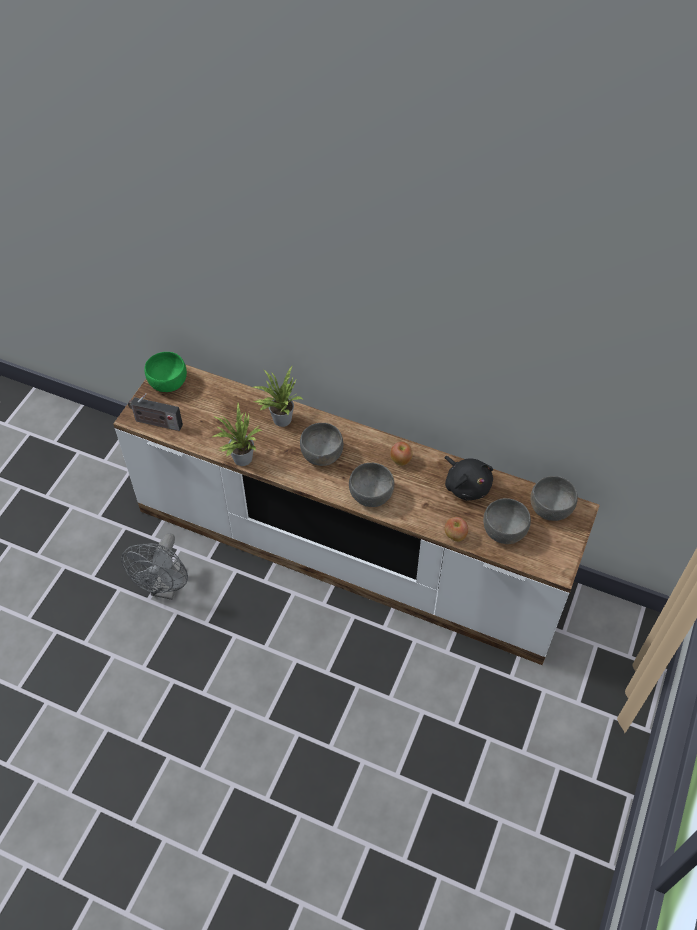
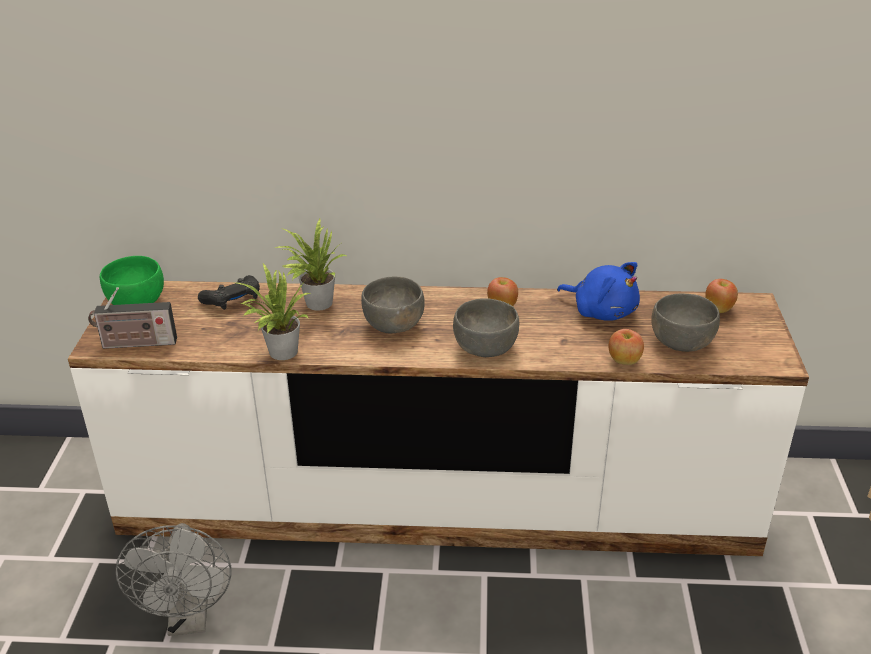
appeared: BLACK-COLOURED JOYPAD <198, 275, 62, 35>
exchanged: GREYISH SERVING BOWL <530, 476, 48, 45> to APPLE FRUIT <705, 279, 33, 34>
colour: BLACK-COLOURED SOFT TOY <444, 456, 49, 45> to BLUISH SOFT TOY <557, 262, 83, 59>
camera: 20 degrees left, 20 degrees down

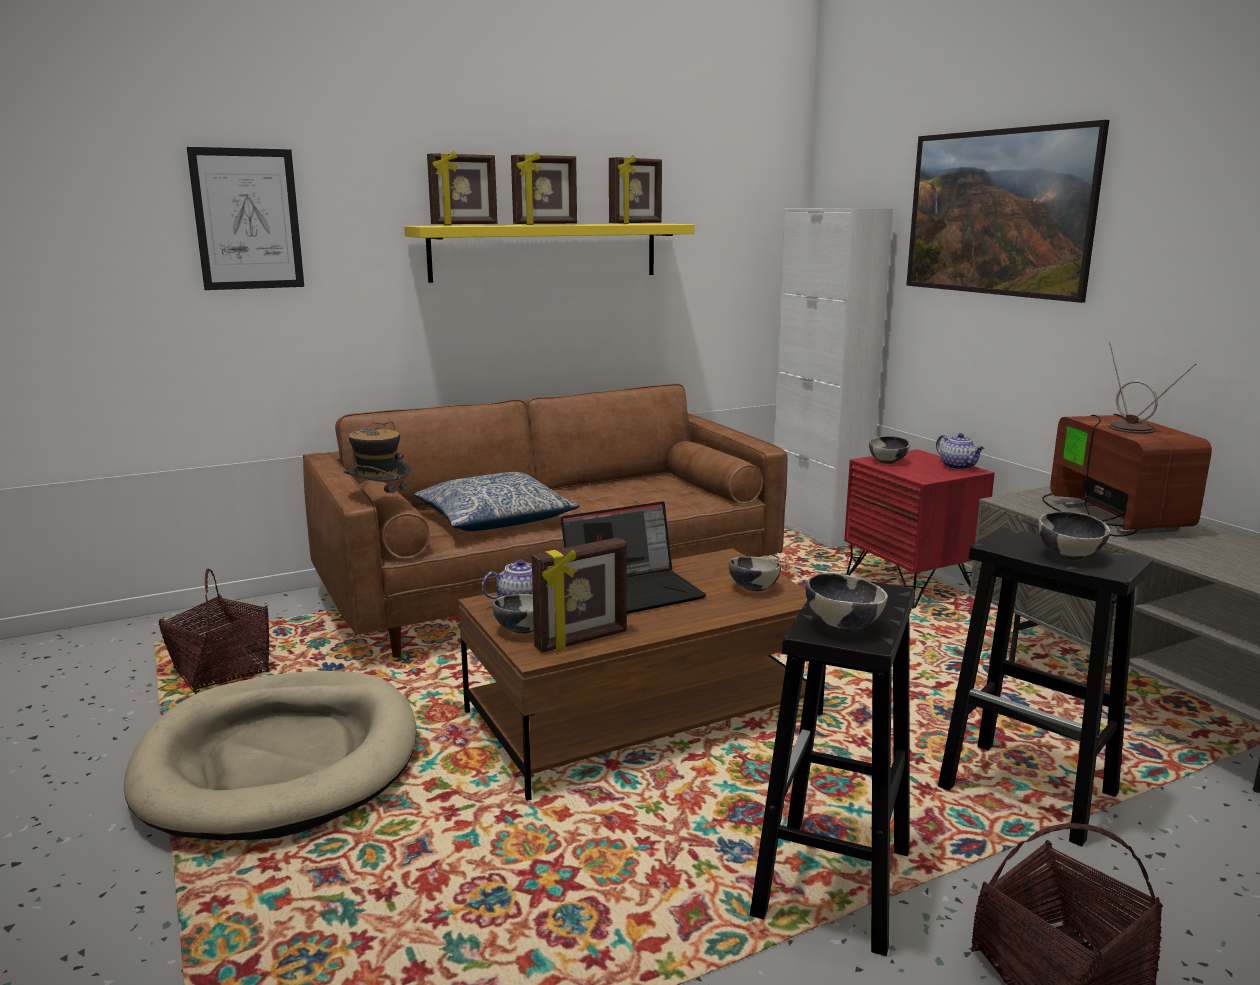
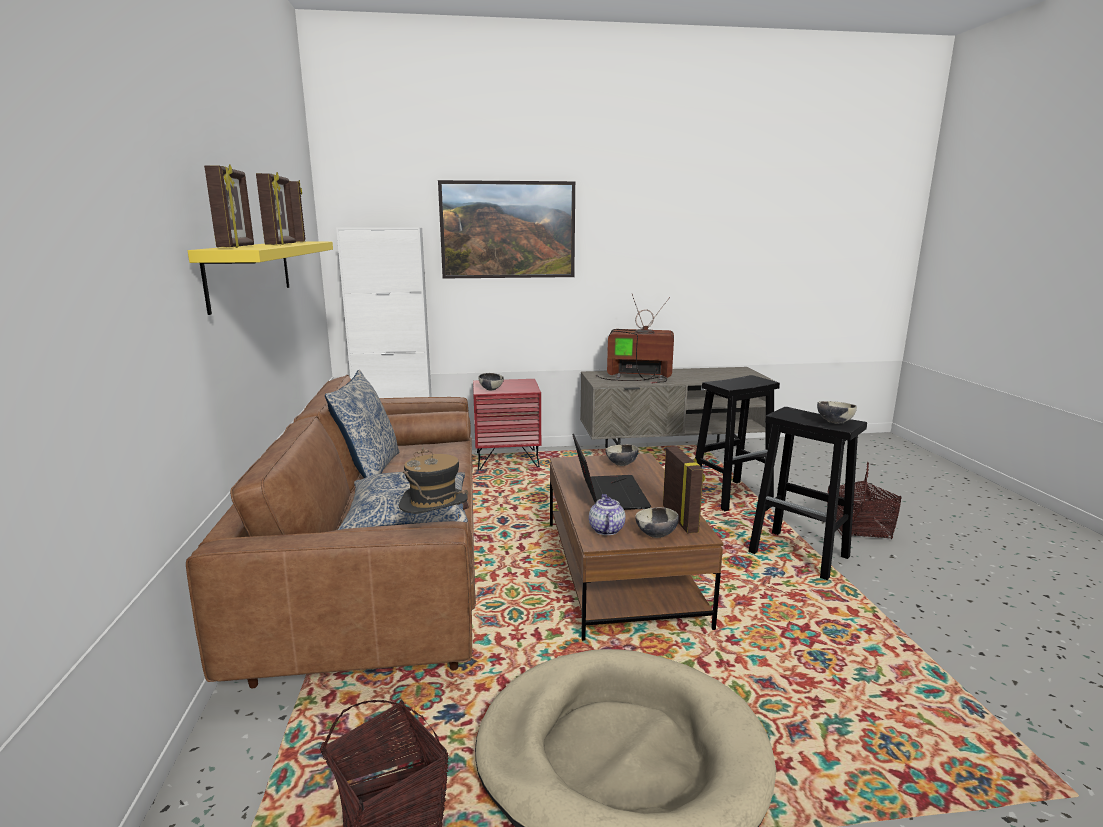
missing: WALL ART <187, 147, 117, 143>; POT FOR TEA <936, 433, 48, 37>; SERVING BOWL <1039, 511, 71, 49>
appeared: THROW PILLOW <325, 370, 74, 108>
camera: 70 degrees left, 0 degrees up

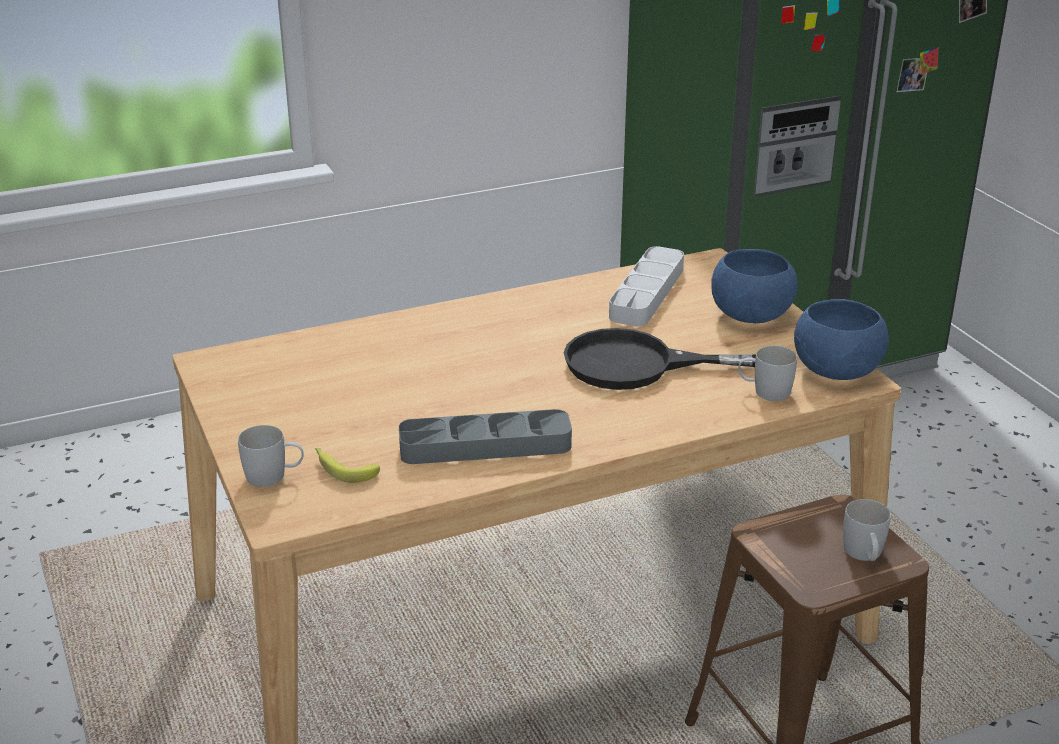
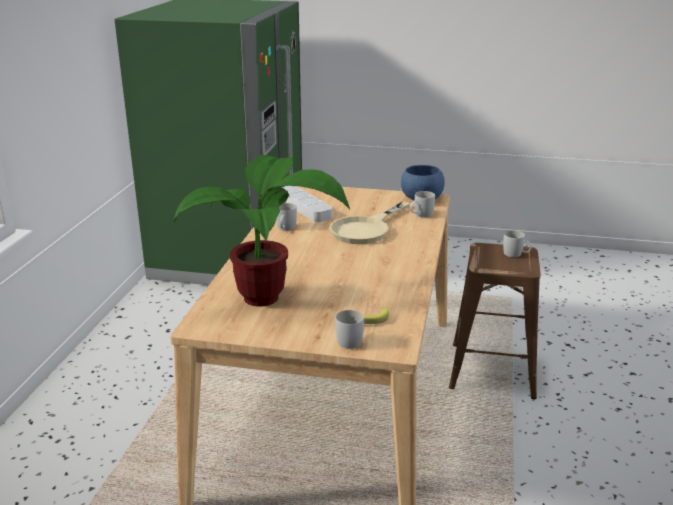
missing: GREYISH TRAY <399, 409, 173, 55>; BLUISH SERVING BOWL <711, 249, 87, 74>
appeared: POTTED PLANT <174, 155, 176, 152>; WHITISH COFFEE MUG <276, 203, 21, 28>
colour: BLACK-COLOURED FRYING PAN <564, 328, 192, 62> to BEIGE-COLOURED FRYING PAN <329, 201, 81, 43>
camera: 55 degrees left, 5 degrees down

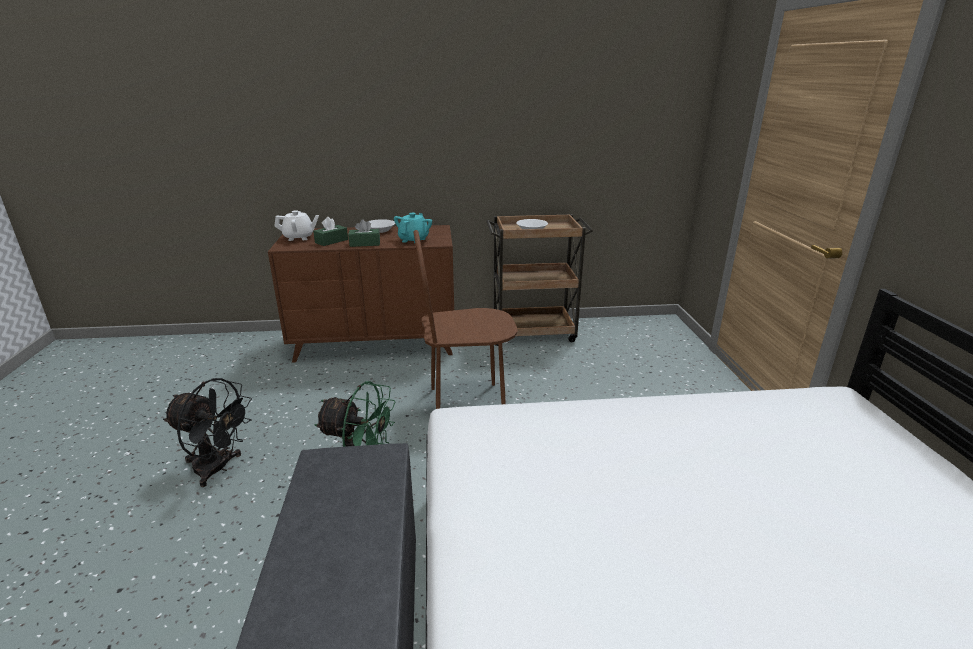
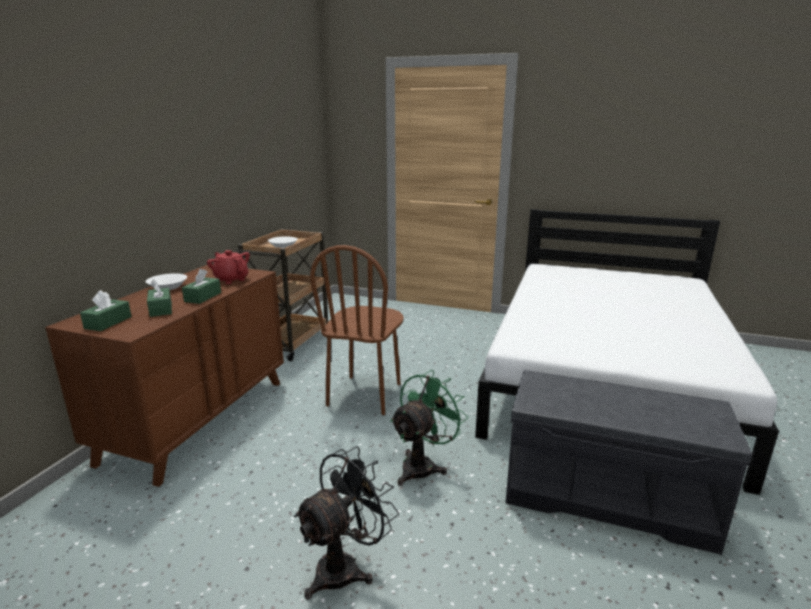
exchanged: WHITISH POT FOR TEA <274, 210, 45, 31> to GREEN BOX OF TISSUES <80, 290, 52, 41>
colour: TURQUOISE POT FOR TEA <394, 213, 38, 30> to RED POT FOR TEA <207, 250, 43, 34>
camera: 65 degrees left, 5 degrees down

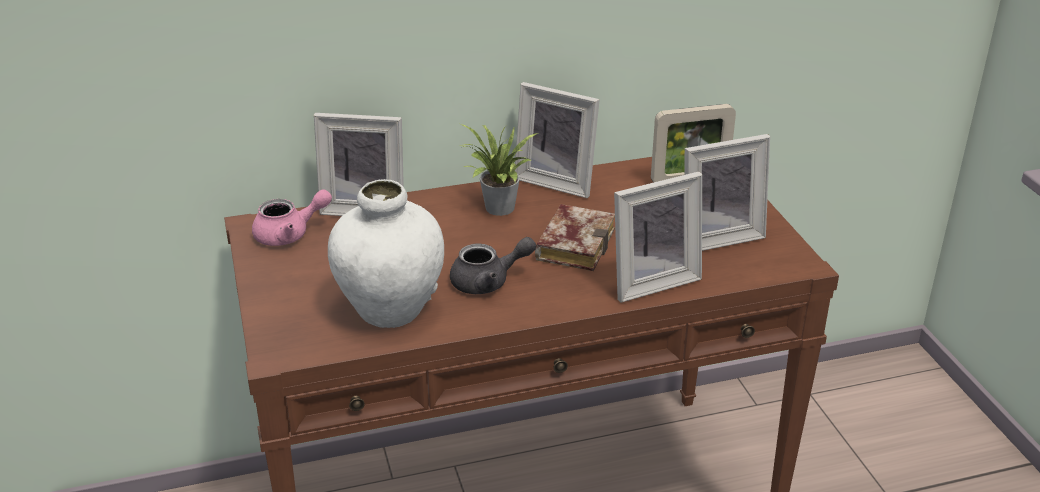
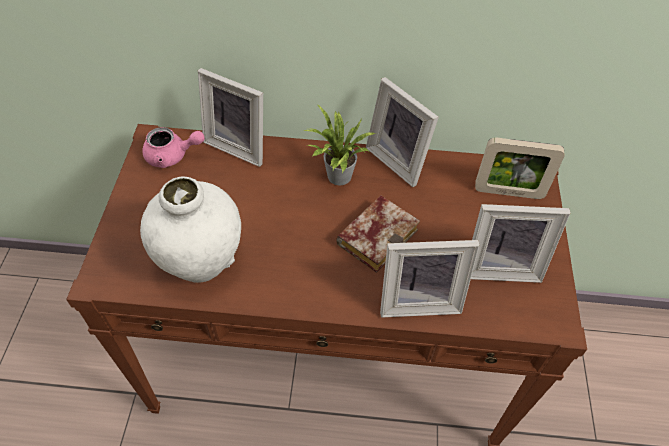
missing: GREYISH POT FOR TEA <450, 237, 86, 57>
camera: 20 degrees right, 20 degrees up

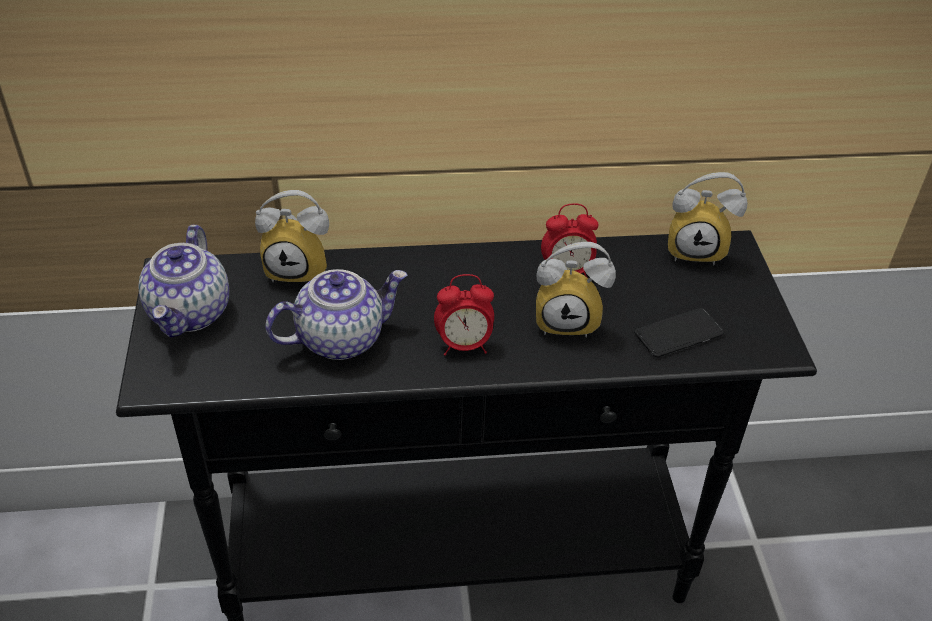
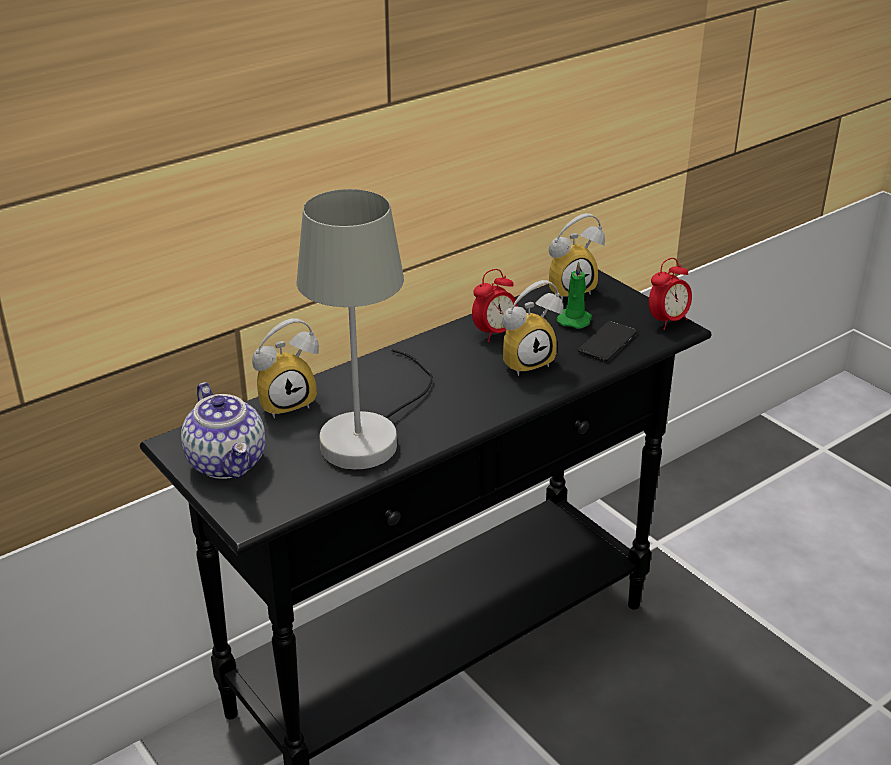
appeared: GREEN WAX CANDLE <556, 262, 36, 67>
relocated: TABLE CLOCK <434, 274, 60, 82> to <649, 258, 43, 72>
exchanged: POT FOR TEA <265, 269, 143, 91> to GREYISH TABLETOP LAMP <296, 189, 137, 281>
camera: 30 degrees left, 10 degrees down

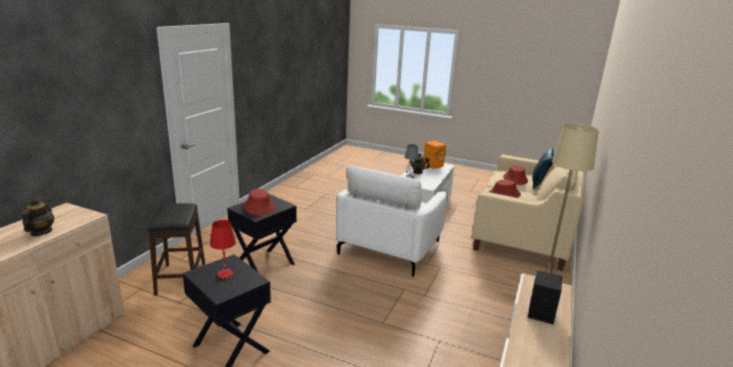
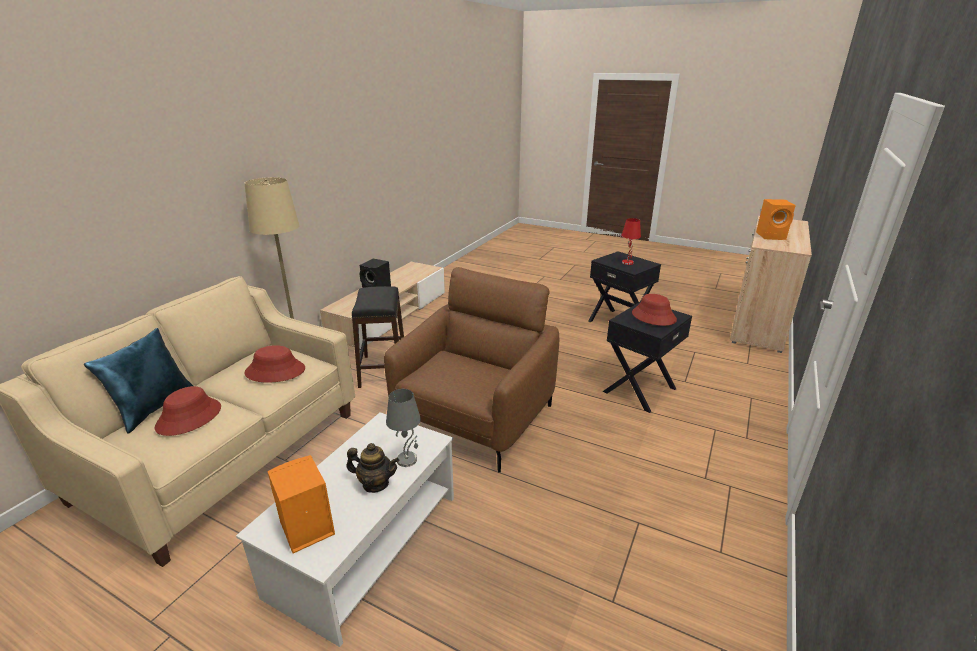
relocated: BLACK-COLOURED STOOL SEAT <148, 203, 57, 93> to <352, 286, 52, 102>
exchanged: POT FOR TEA <21, 198, 33, 38> to ORANGE SPEAKER <756, 199, 40, 41>
colour: WHITISH EASY CHAIR <336, 166, 111, 111> to BROWNISH EASY CHAIR <384, 267, 175, 206>
camera: 175 degrees left, 5 degrees up

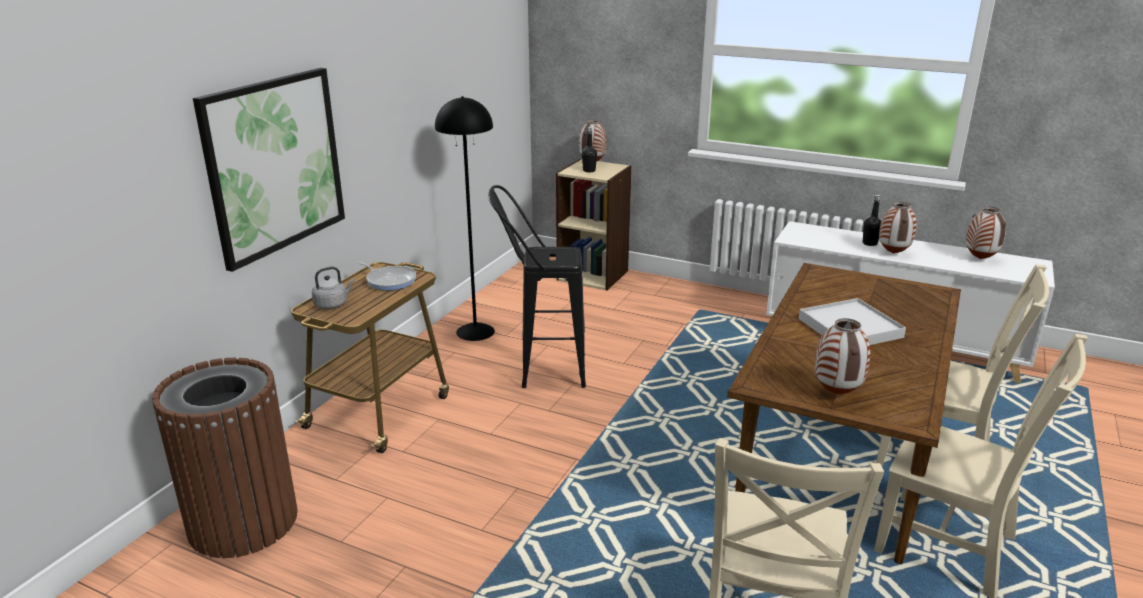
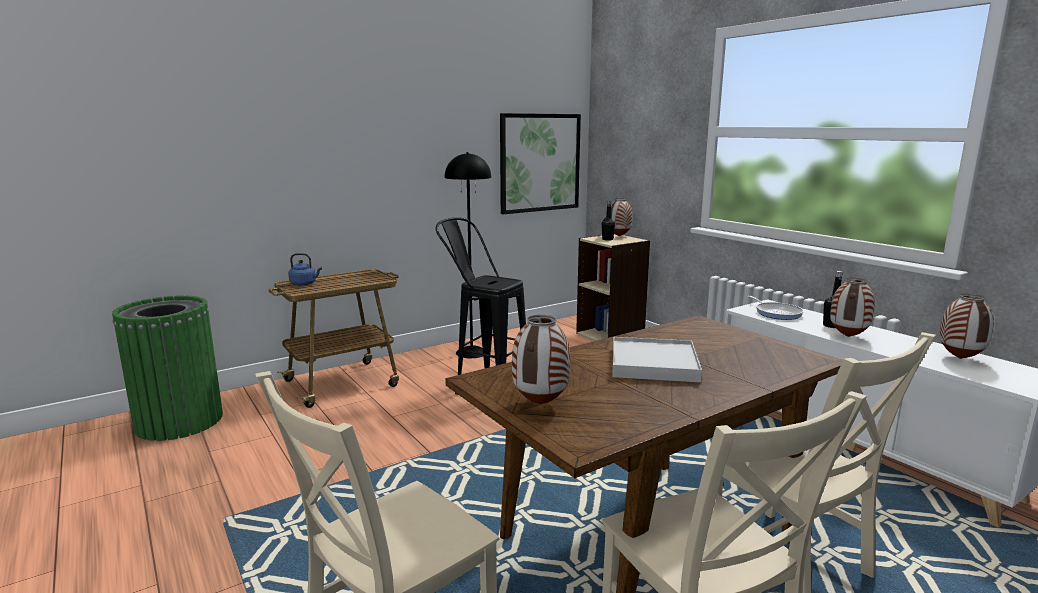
relocated: WALL ART <193, 68, 152, 204> to <500, 113, 81, 101>; FRYING PAN <358, 262, 58, 29> to <748, 296, 56, 24>
colour: BROWNISH TRASH CAN <152, 358, 146, 200> to GREEN TRASH CAN <112, 295, 111, 146>; GREYISH TEA KETTLE <312, 267, 43, 42> to BLUISH TEA KETTLE <288, 253, 34, 33>
camera: 30 degrees right, 10 degrees down

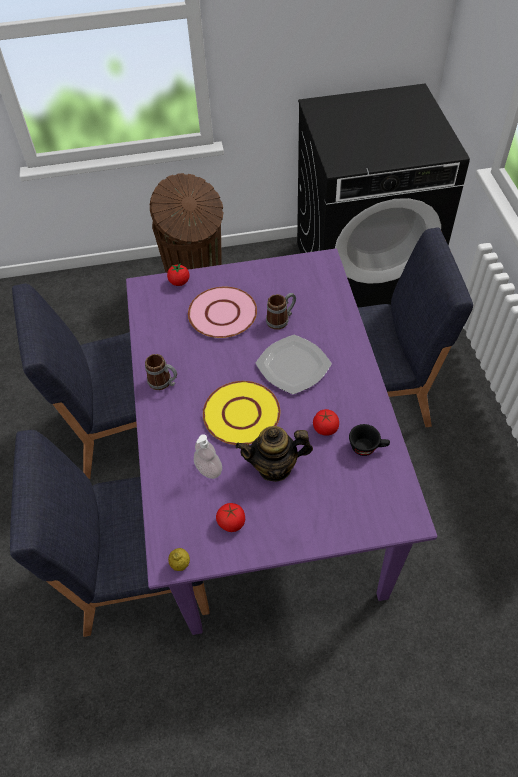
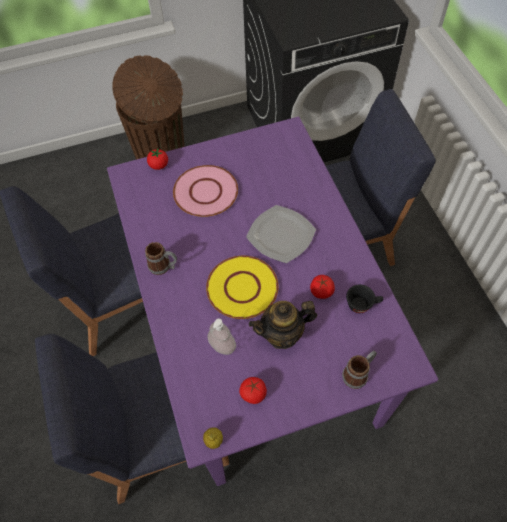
relocated: COFFEE MUG <266, 293, 30, 37> to <342, 351, 35, 38>
camera: 10 degrees left, 5 degrees up

